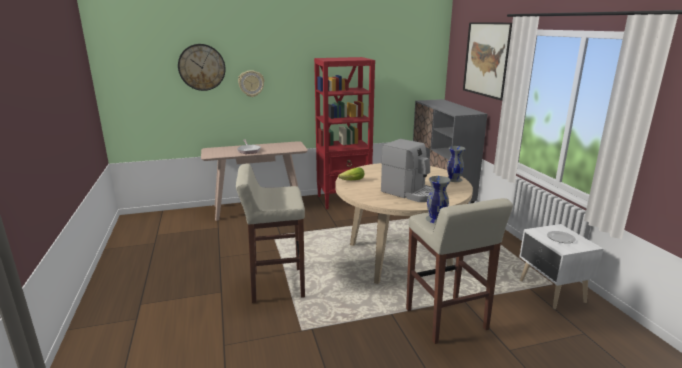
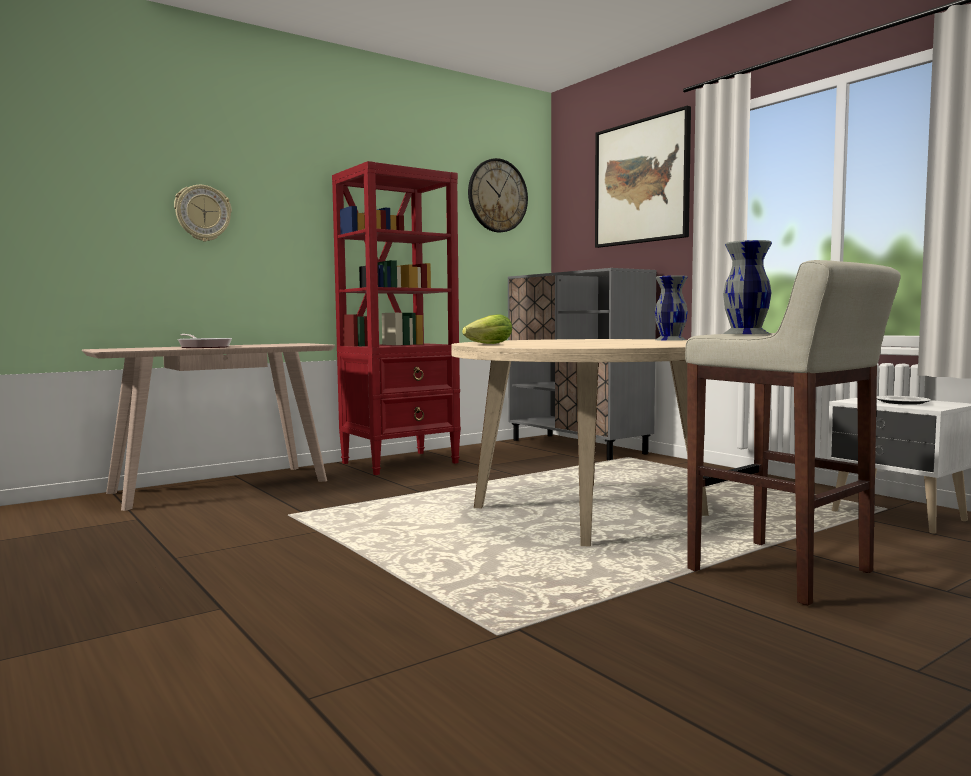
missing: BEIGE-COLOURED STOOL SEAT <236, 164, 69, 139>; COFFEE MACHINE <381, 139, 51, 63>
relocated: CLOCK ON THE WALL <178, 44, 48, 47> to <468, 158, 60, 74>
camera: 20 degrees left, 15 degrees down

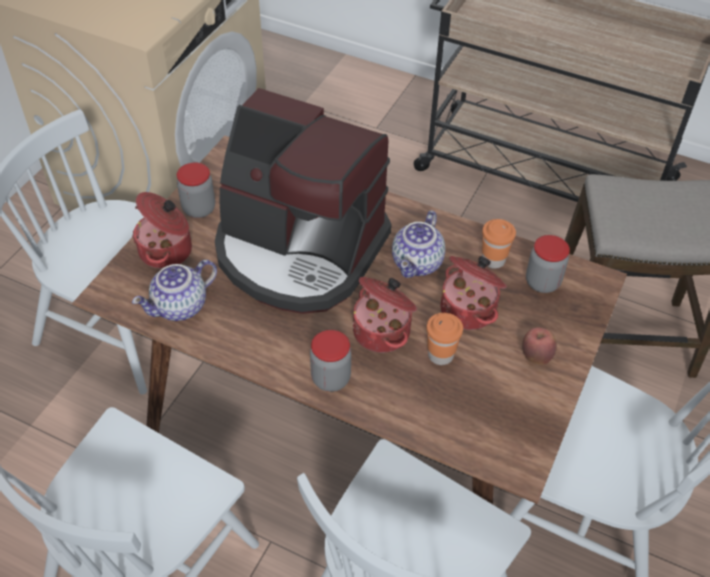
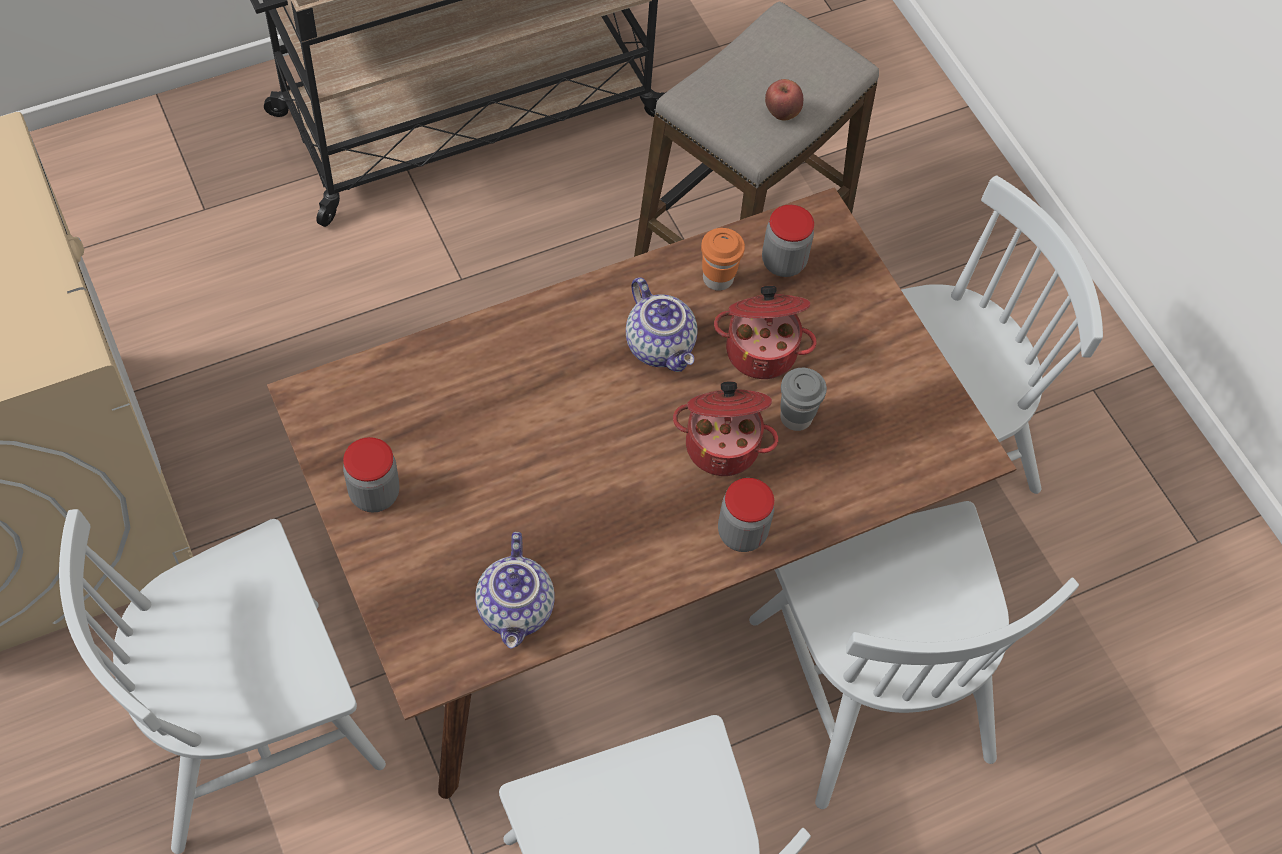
missing: STOCKPOT <132, 192, 60, 77>; COFFEE MACHINE <215, 88, 177, 226>
relocated: APPLE FRUIT <522, 327, 35, 38> to <765, 79, 38, 42>
colour: ORANGE SMALL CUP <427, 313, 36, 52> to GREYISH SMALL CUP <780, 368, 47, 63>
camera: 55 degrees left, 10 degrees up

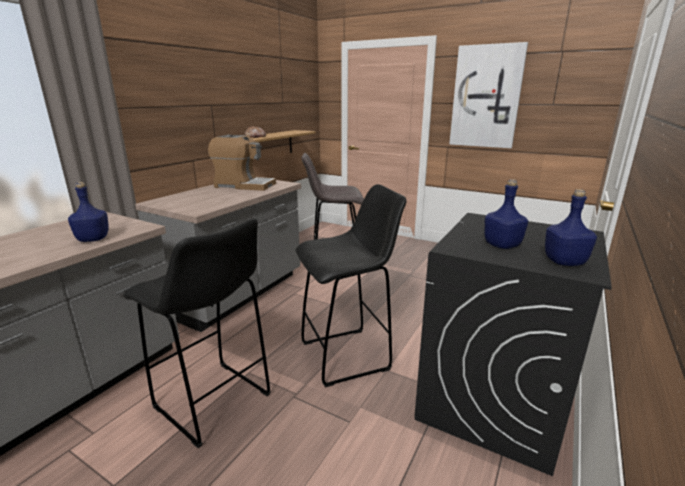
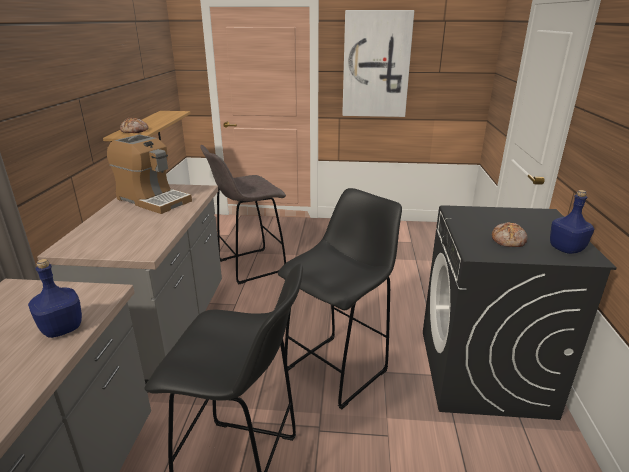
exchanged: BLUISH DRINK BOTTLE <484, 179, 44, 70> to BREAD <492, 222, 35, 25>
spun: COFFEE MACHINE <208, 135, 68, 56> = <107, 134, 85, 80> 45 degrees clockwise
camera: 25 degrees left, 5 degrees up

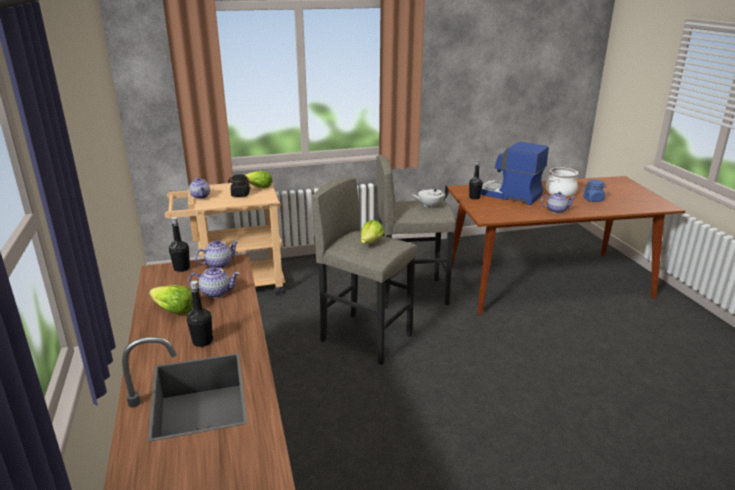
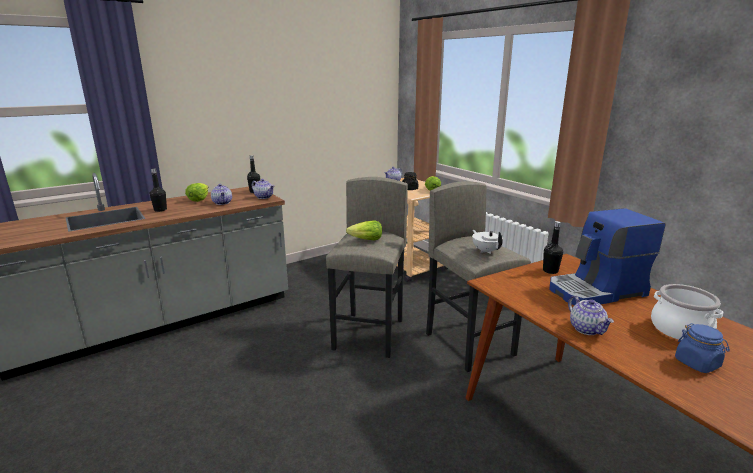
spun: COFFEE MACHINE <481, 142, 68, 63> = <550, 208, 116, 97> 120 degrees counterclockwise
camera: 70 degrees right, 5 degrees down

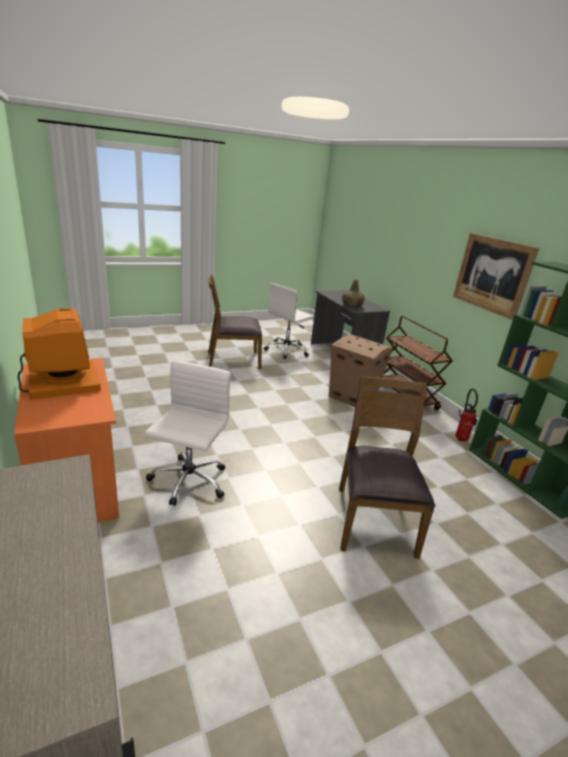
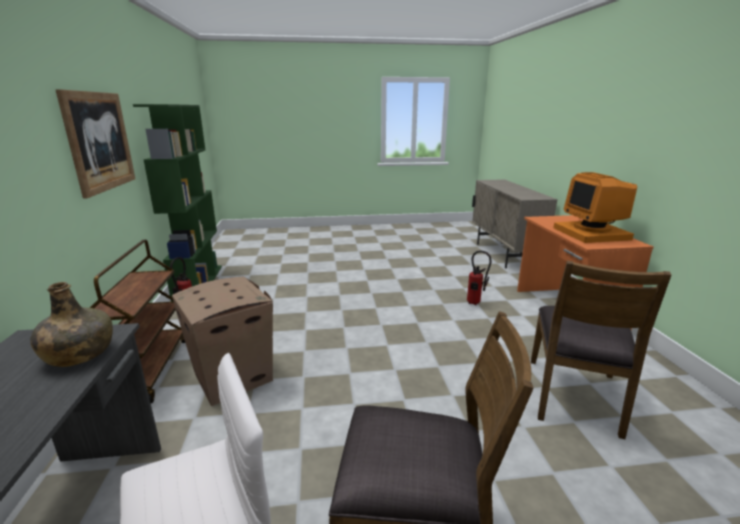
relocated: BROWNISH UPRIGHT CHAIR <339, 376, 97, 183> to <531, 261, 140, 178>
exchanged: WHITISH DESK CHAIR <145, 360, 86, 146> to FIRE EXTINGUISHER <467, 251, 24, 54>
camera: 160 degrees left, 5 degrees down

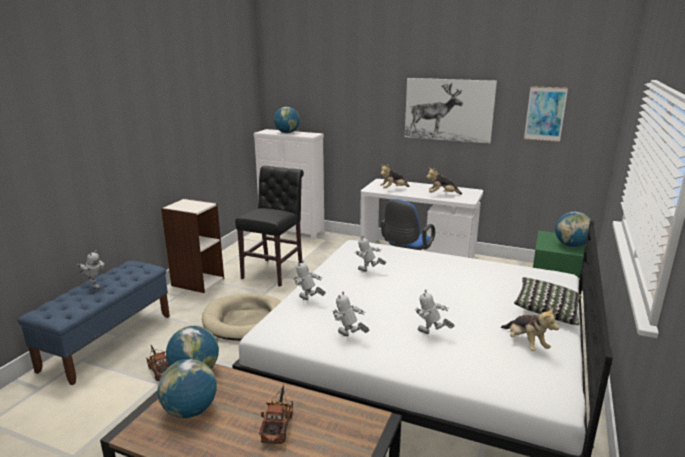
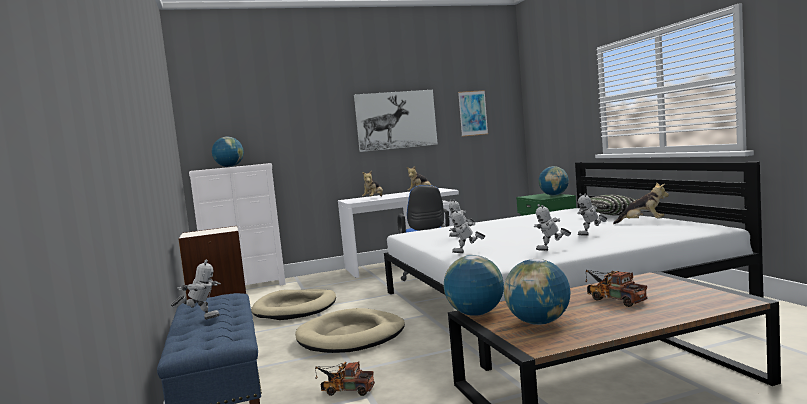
exchanged: BLACK-COLOURED UPRIGHT CHAIR <235, 166, 69, 121> to BEIGE-COLOURED DOG BED <251, 289, 85, 31>
camera: 40 degrees left, 15 degrees down

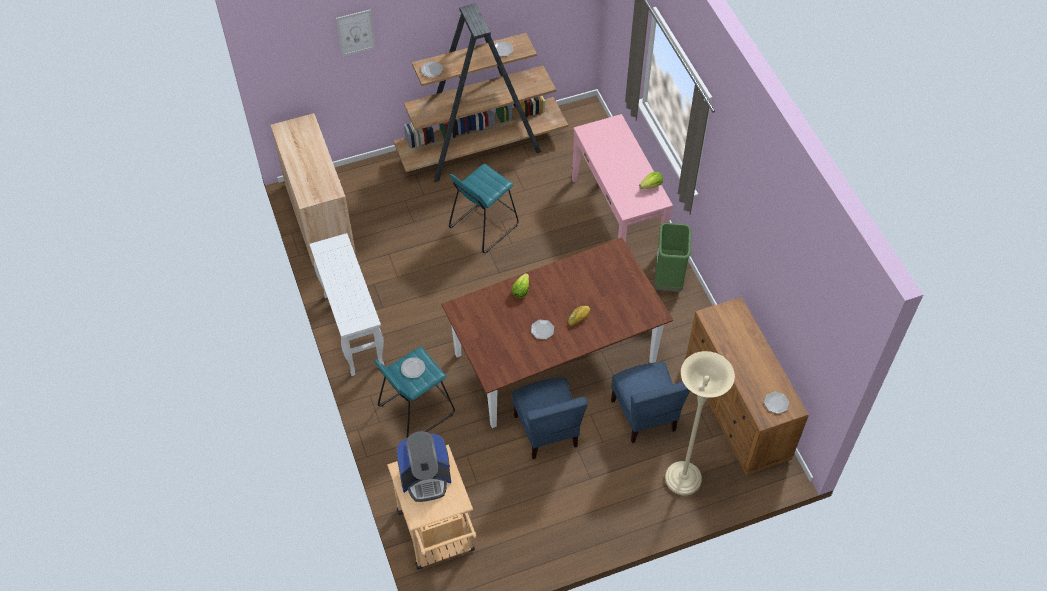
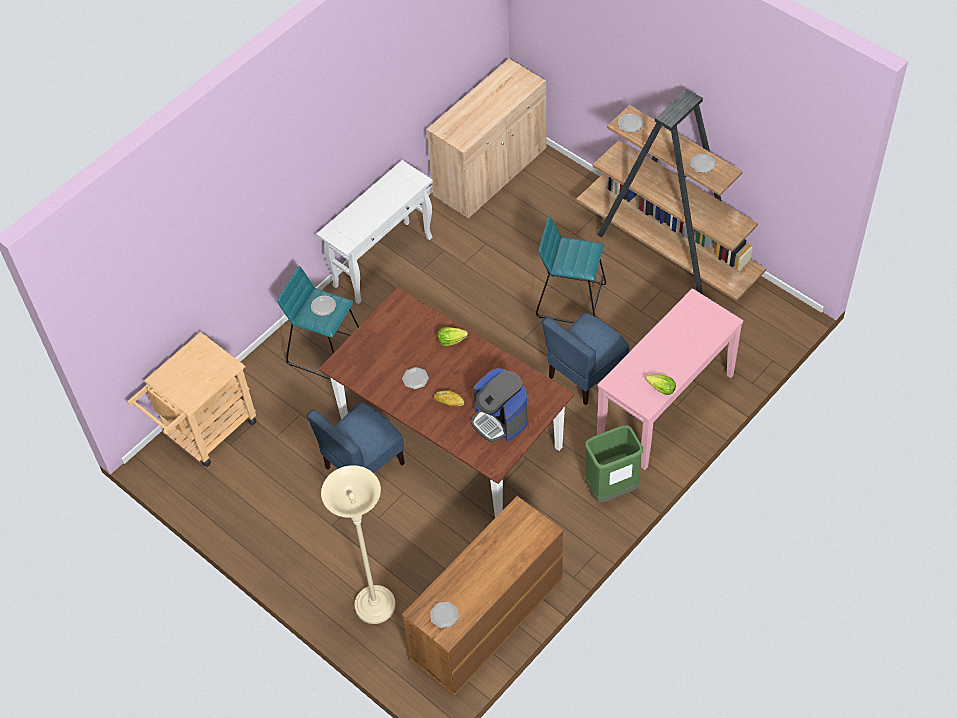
missing: WALL ART <336, 9, 40, 48>
relocated: COFFEE MACHINE <396, 431, 55, 71> to <471, 368, 57, 74>; BLUISH UPRIGHT CHAIR <611, 362, 79, 81> to <542, 313, 87, 92>
camera: 65 degrees right, 0 degrees up

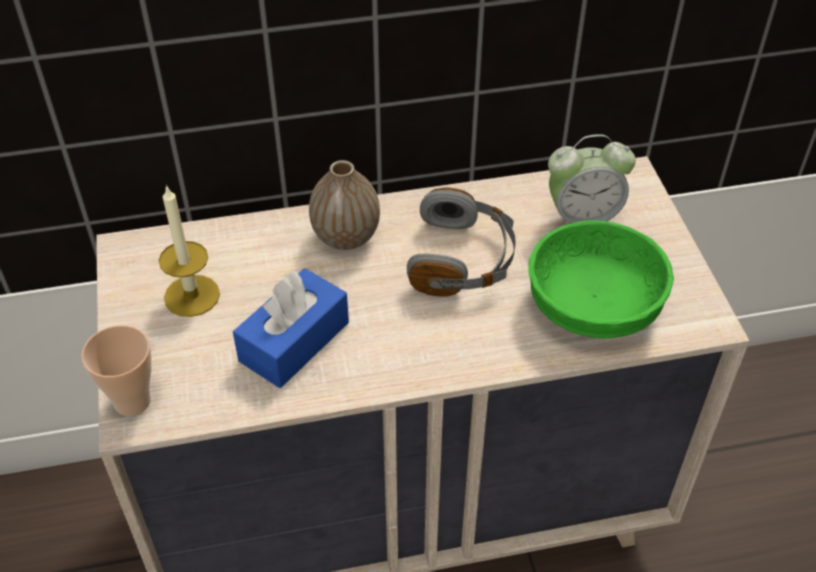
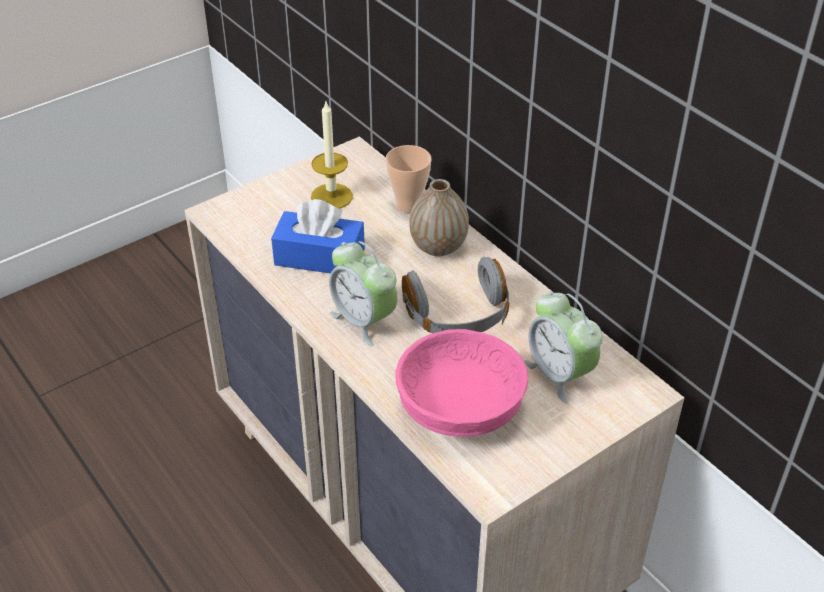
appeared: TABLE CLOCK <329, 241, 68, 105>
relocated: SMALL CUP <81, 325, 71, 91> to <385, 145, 47, 68>
colour: GREEN SERVING BOWL <528, 220, 146, 118> to PINK SERVING BOWL <395, 329, 133, 108>
camera: 65 degrees right, 5 degrees down

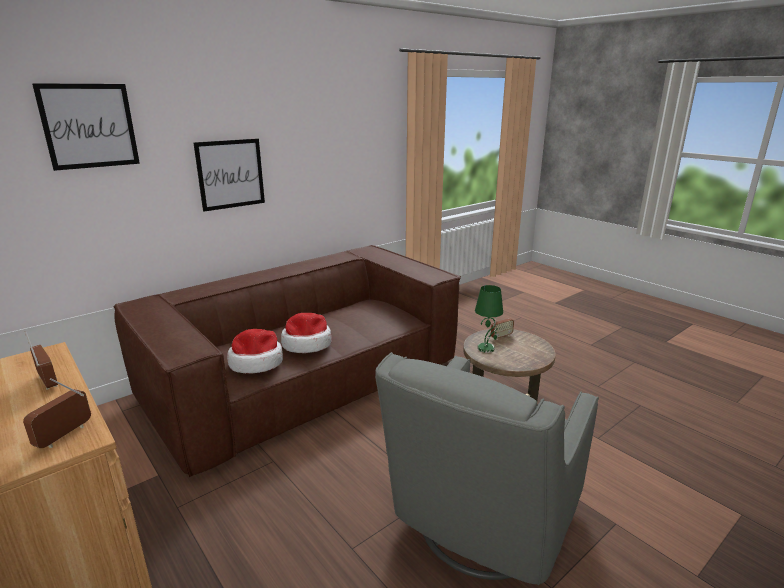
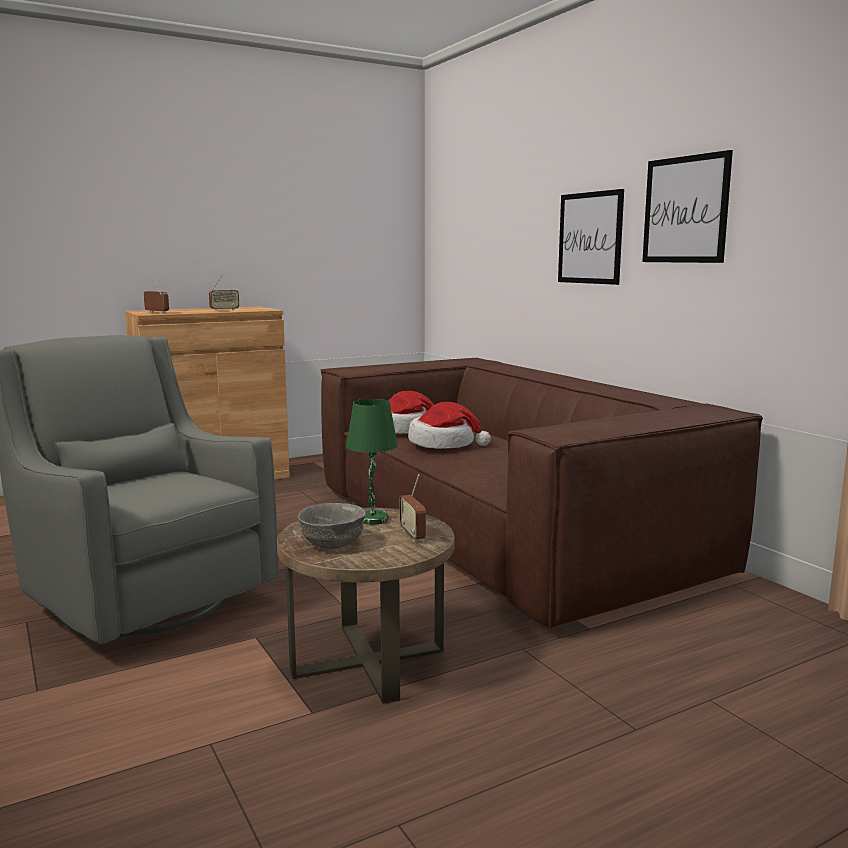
appeared: GREYISH SERVING BOWL <298, 503, 68, 46>
relocated: WALL ART <32, 83, 108, 88> to <642, 150, 91, 113>
camera: 100 degrees right, 10 degrees down

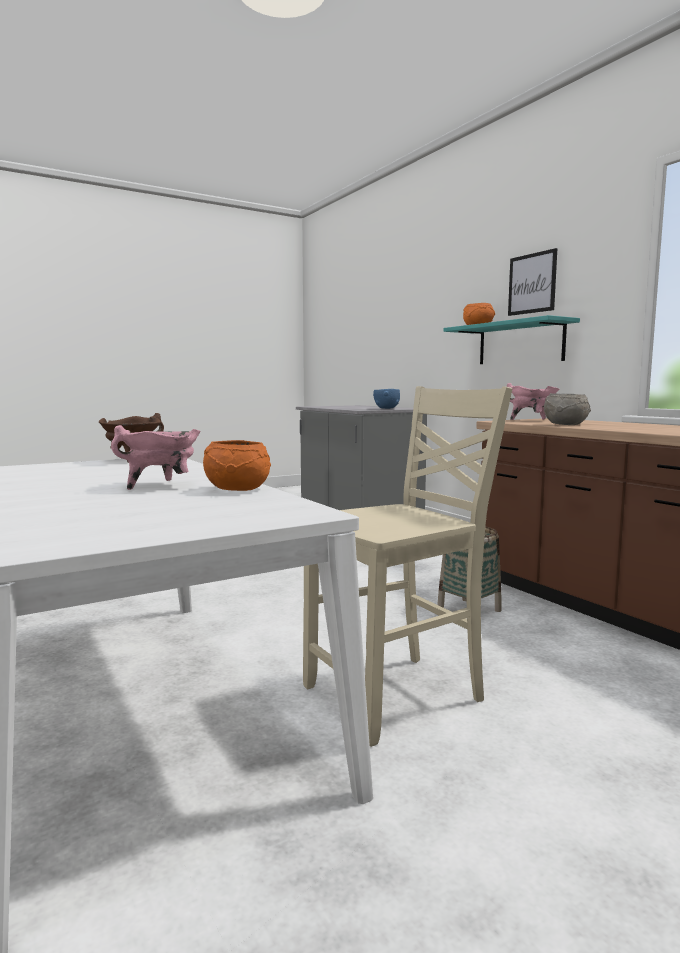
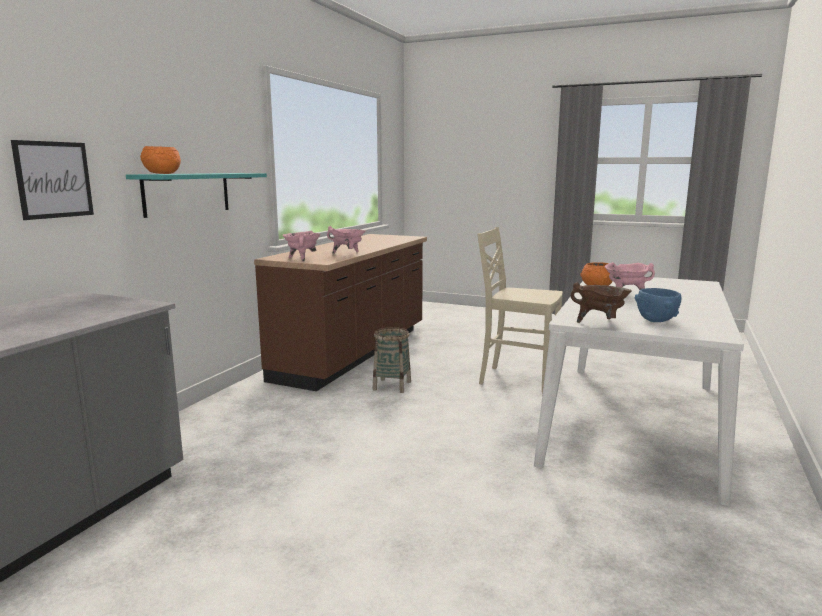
relocated: BLUISH SERVING BOWL <373, 389, 27, 20> to <635, 288, 46, 34>; WALL ART <508, 248, 50, 68> to <11, 140, 83, 80>
exchanged: GREYISH SERVING BOWL <544, 393, 47, 32> to PINK STOCKPOT <327, 226, 39, 28>
camera: 125 degrees left, 5 degrees up

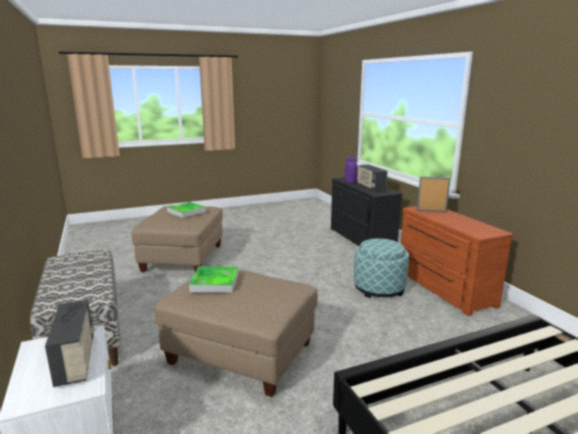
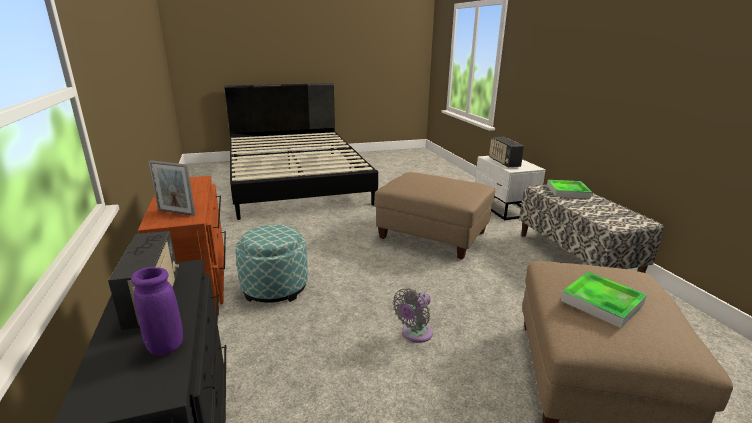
appeared: GREYISH FAN <393, 288, 40, 55>
relocated: TRAY <189, 267, 49, 26> to <547, 180, 45, 18>
camera: 175 degrees left, 5 degrees up

